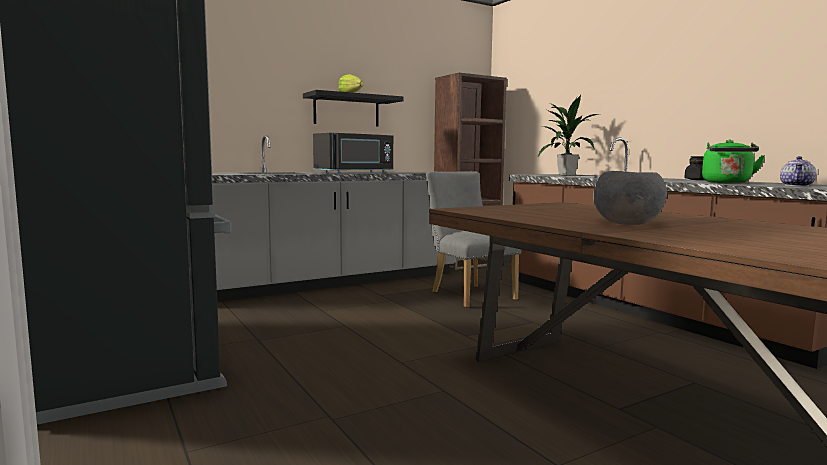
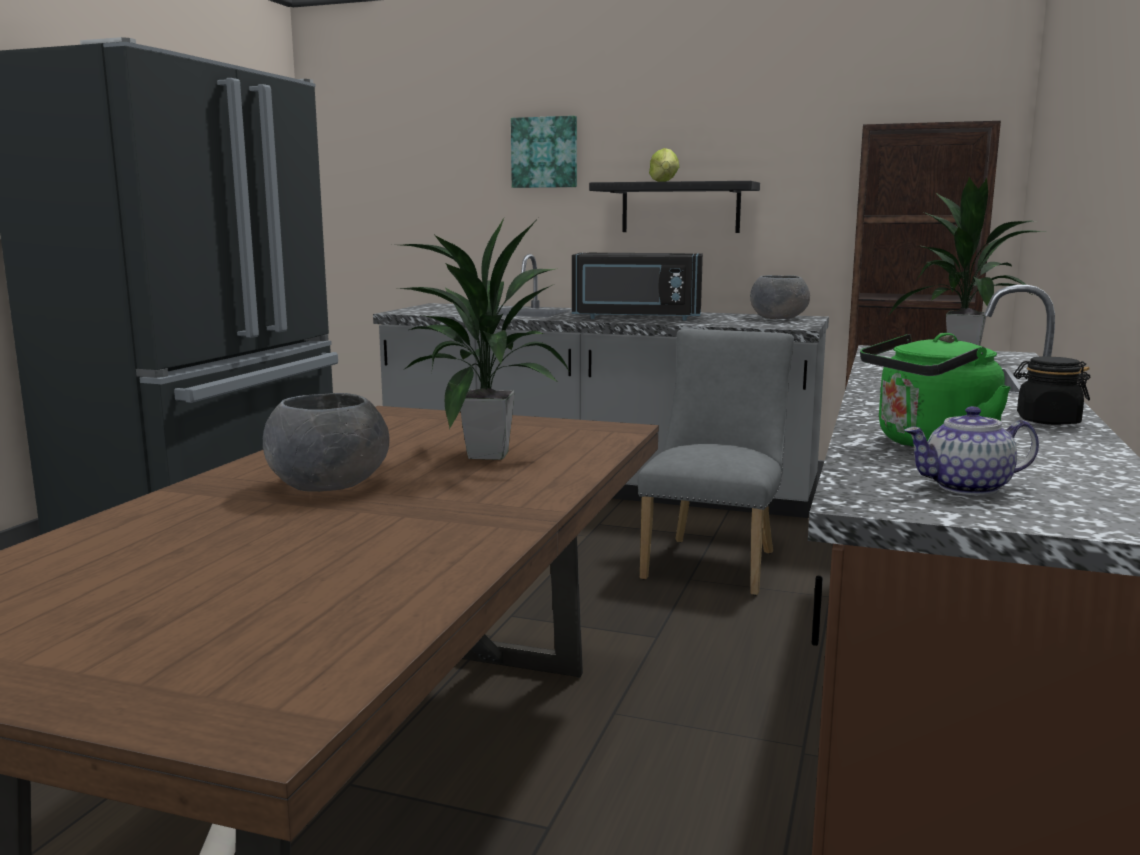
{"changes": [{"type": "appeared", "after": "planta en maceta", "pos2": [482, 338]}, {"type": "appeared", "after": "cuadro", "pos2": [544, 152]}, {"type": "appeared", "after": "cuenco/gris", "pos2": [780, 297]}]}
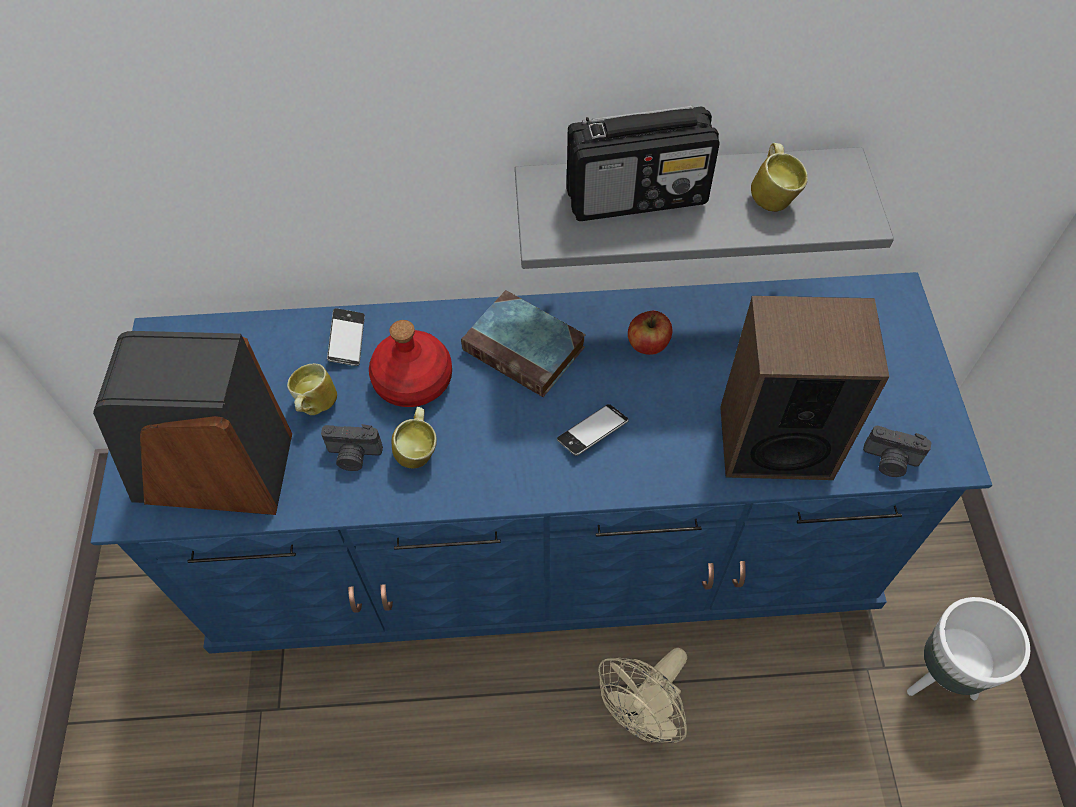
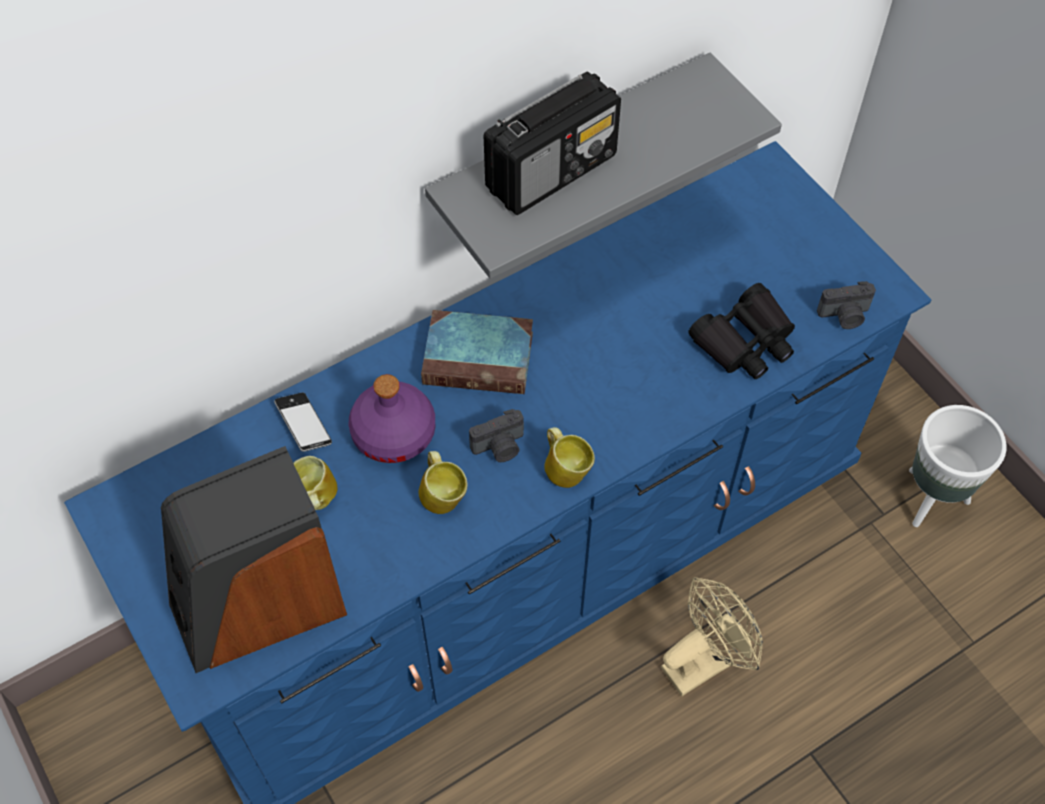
{"changes": [{"type": "colour", "before": "botella/rojo", "after": "botella/morado", "pos1": [410, 363], "pos2": [392, 418]}, {"type": "relocated", "before": "cámara", "pos1": [352, 447], "pos2": [496, 435]}, {"type": "relocated", "before": "taza grande", "pos1": [779, 177], "pos2": [569, 457]}, {"type": "spun", "before": "ventilador/beis", "pos1": [642, 695], "pos2": [712, 636], "turn": -135}, {"type": "exchanged", "before": "altavoz", "after": "prismáticos/negro", "pos1": [804, 388], "pos2": [741, 331]}, {"type": "missing", "before": "móvil", "pos1": [593, 430]}, {"type": "missing", "before": "manzana", "pos1": [650, 333]}]}
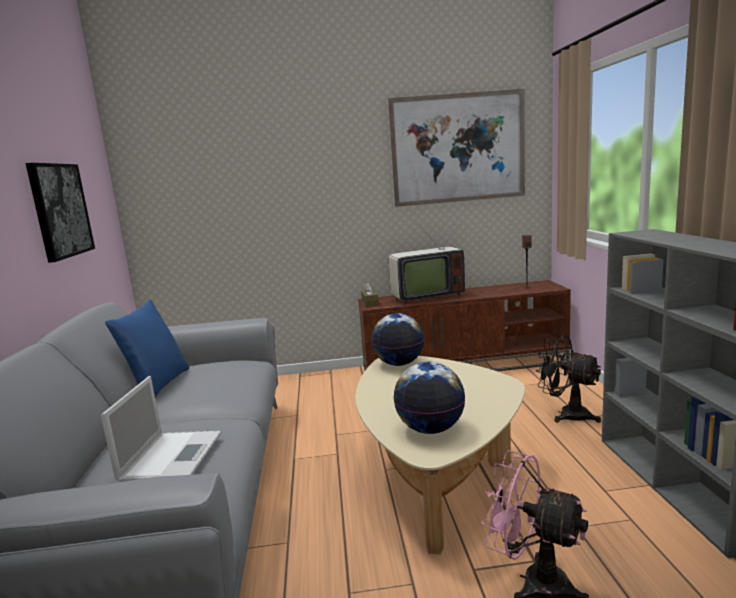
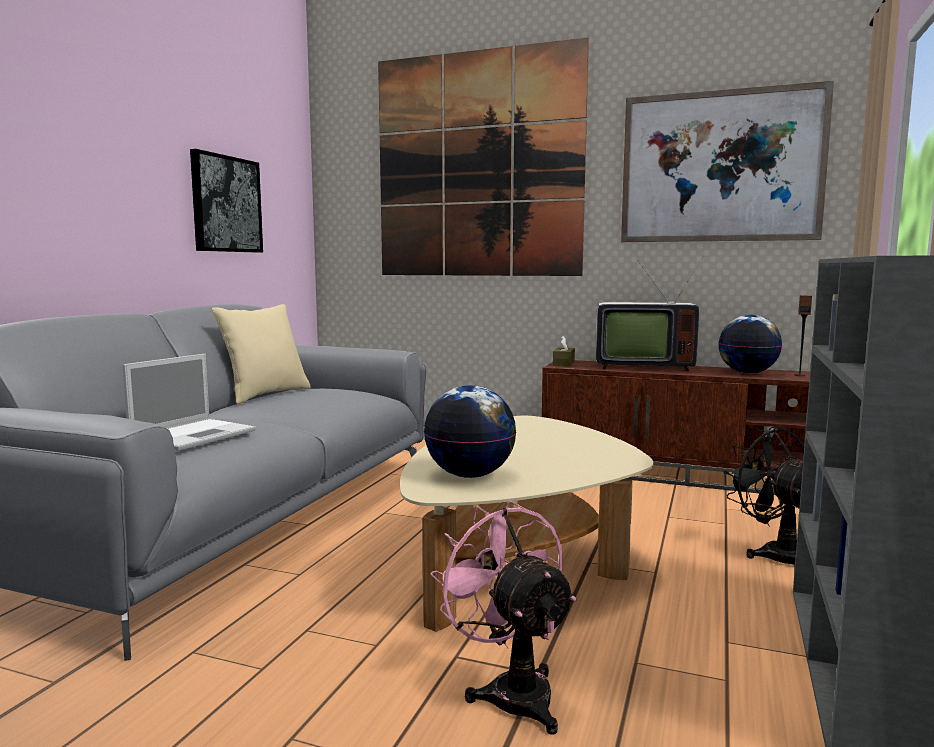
{"changes": [{"type": "colour", "before": "cojín/azul", "after": "cojín/beis", "pos1": [147, 348], "pos2": [261, 354]}, {"type": "appeared", "after": "cuadro", "pos2": [483, 157]}, {"type": "relocated", "before": "globo terráqueo", "pos1": [397, 339], "pos2": [750, 344]}]}
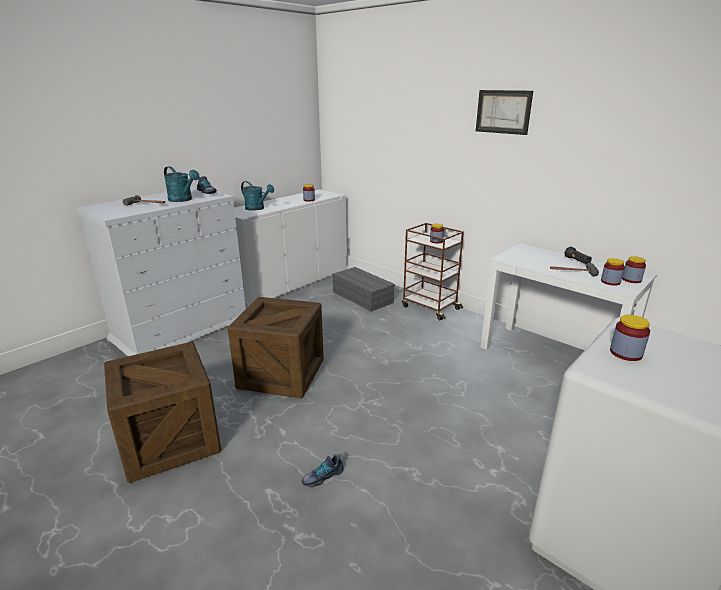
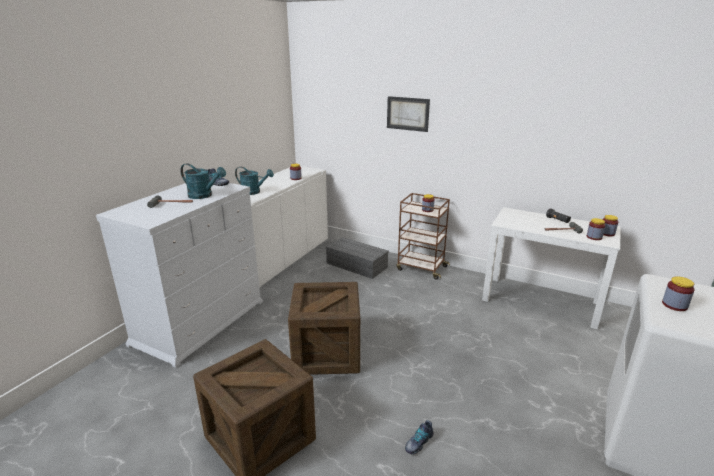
{"changes": [{"type": "relocated", "before": "cuadro", "pos1": [504, 112], "pos2": [408, 114]}]}
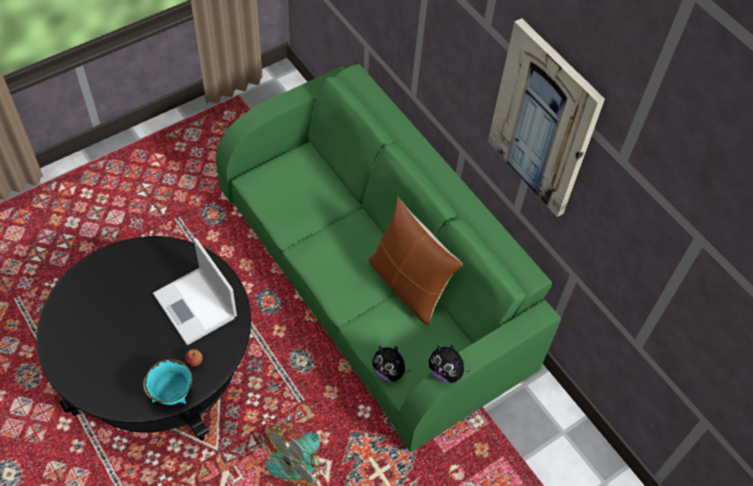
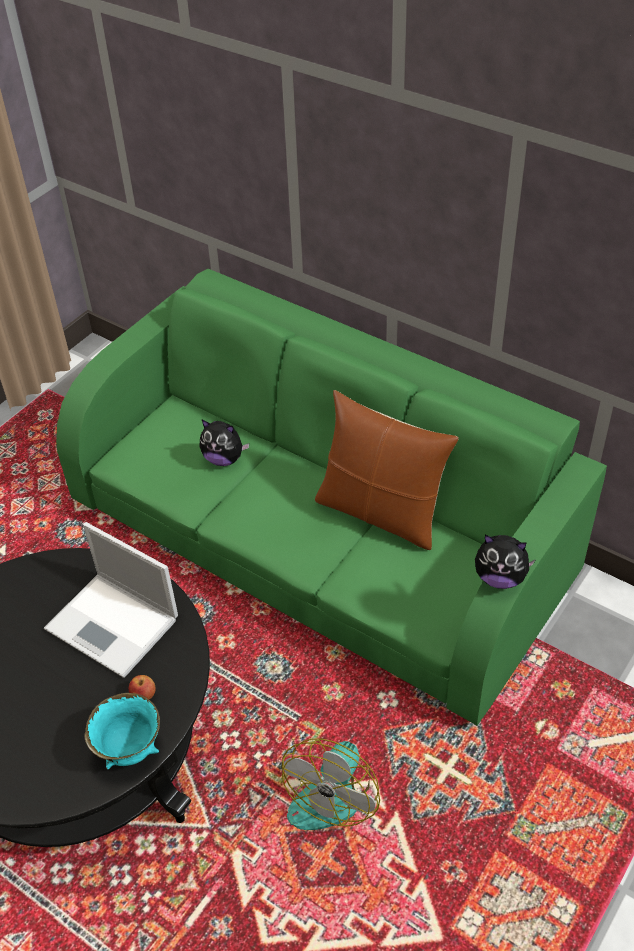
{"changes": [{"type": "relocated", "before": "peluche", "pos1": [392, 364], "pos2": [224, 443]}, {"type": "missing", "before": "cuadro", "pos1": [546, 117]}]}
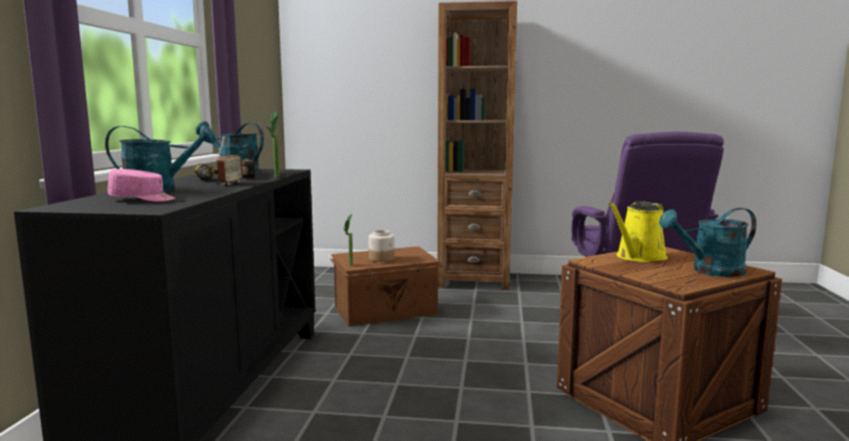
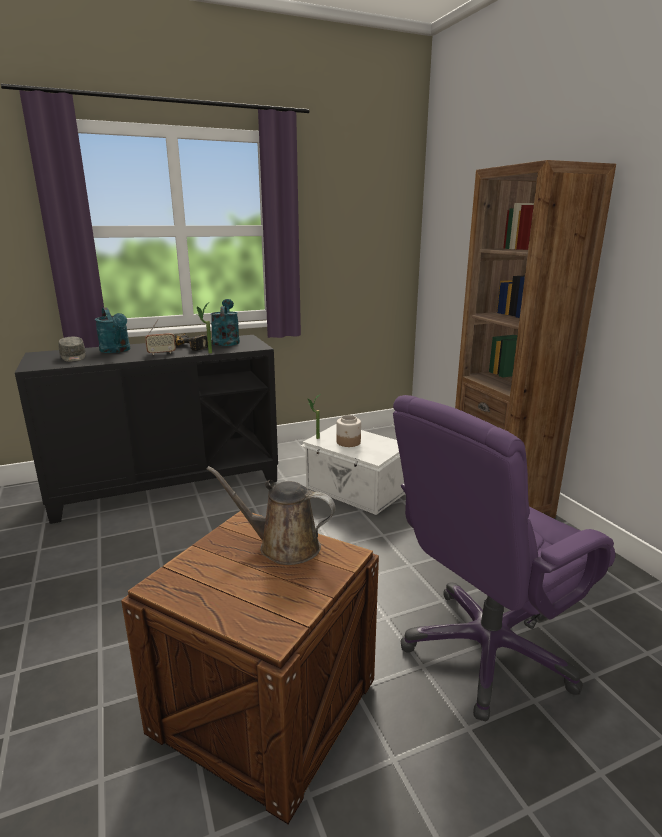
{"changes": [{"type": "colour", "before": "gorra/rosa", "after": "gorra/gris", "pos1": [141, 185], "pos2": [71, 349]}, {"type": "colour", "before": "regadera/amarillo", "after": "regadera/marrón", "pos1": [638, 231], "pos2": [271, 515]}, {"type": "colour", "before": "caja de almacenaje/marrón", "after": "caja de almacenaje/blanco", "pos1": [386, 286], "pos2": [353, 469]}, {"type": "missing", "before": "regadera/turquesa", "pos1": [707, 242]}]}
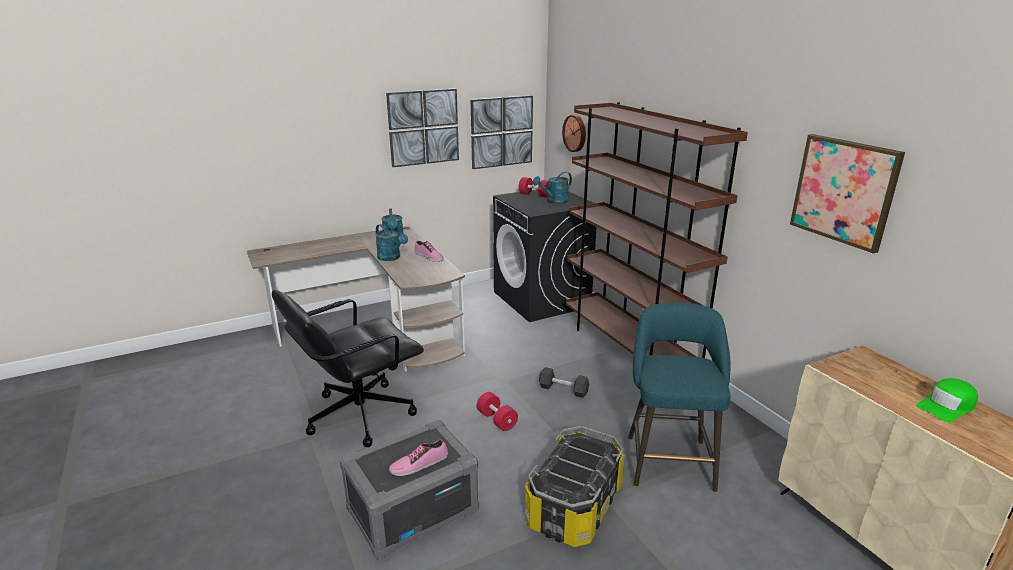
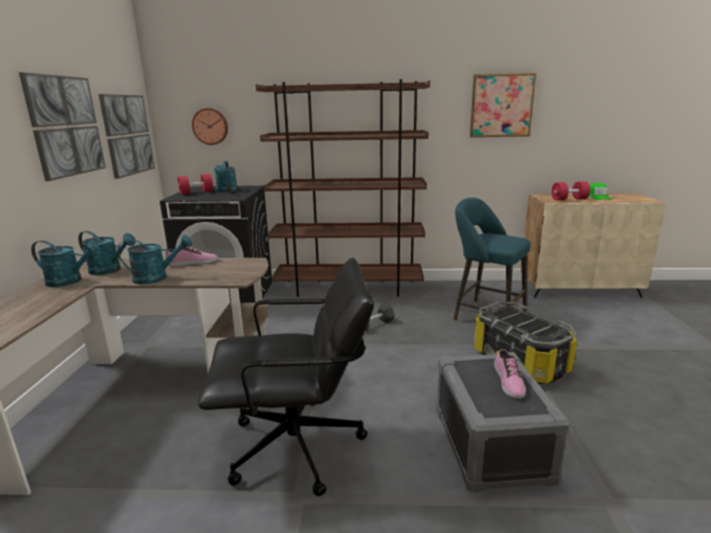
{"changes": [{"type": "appeared", "after": "regadera/turquesa", "pos2": [66, 263]}, {"type": "spun", "before": "silla de oficina/negro", "pos1": [348, 368], "pos2": [286, 377], "turn": -90}, {"type": "relocated", "before": "mancuerna/rojo", "pos1": [497, 411], "pos2": [570, 191]}]}
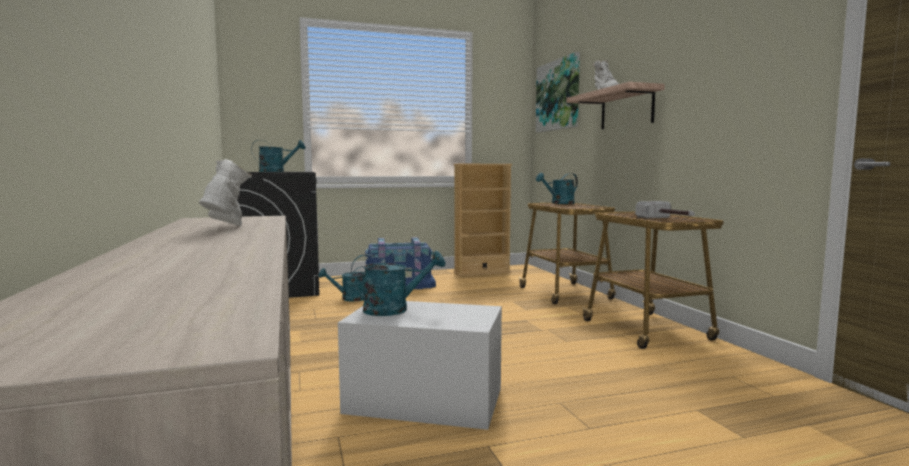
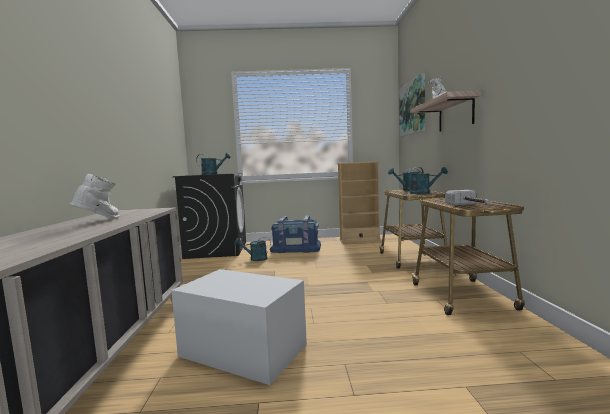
{"changes": [{"type": "relocated", "before": "regadera/turquesa", "pos1": [398, 283], "pos2": [426, 180]}]}
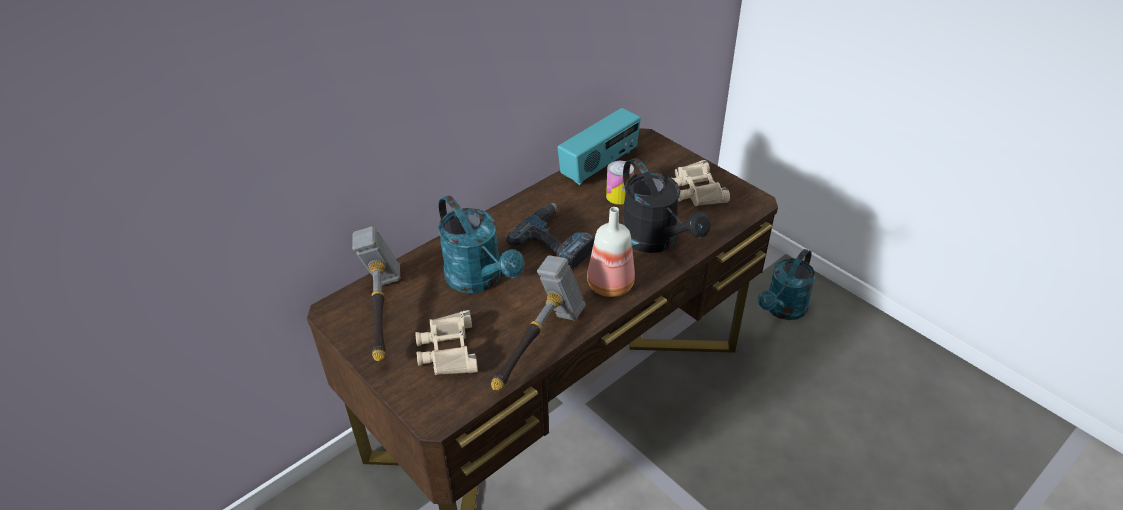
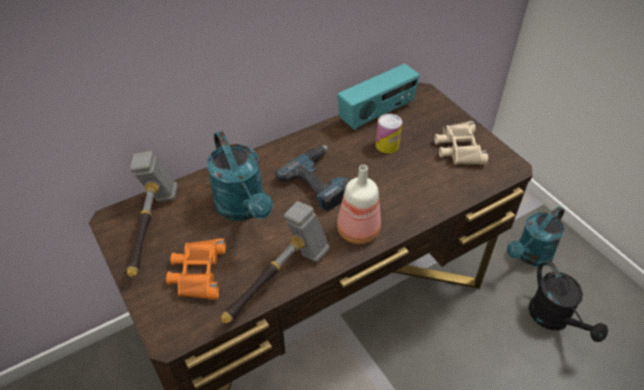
{"changes": [{"type": "colour", "before": "prismáticos/beis", "after": "prismáticos/naranja", "pos1": [446, 342], "pos2": [196, 269]}, {"type": "relocated", "before": "regadera/negro", "pos1": [667, 205], "pos2": [568, 301]}]}
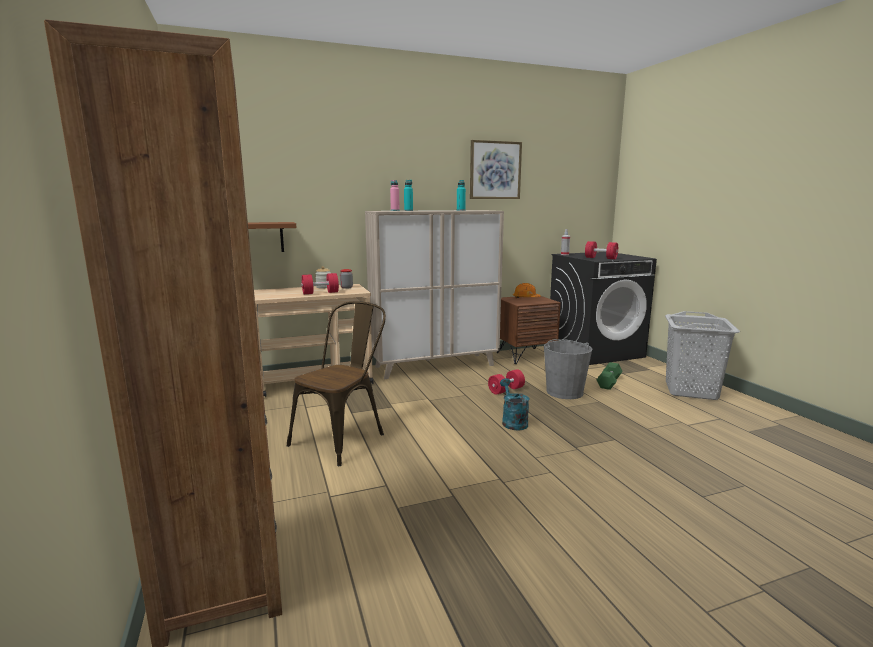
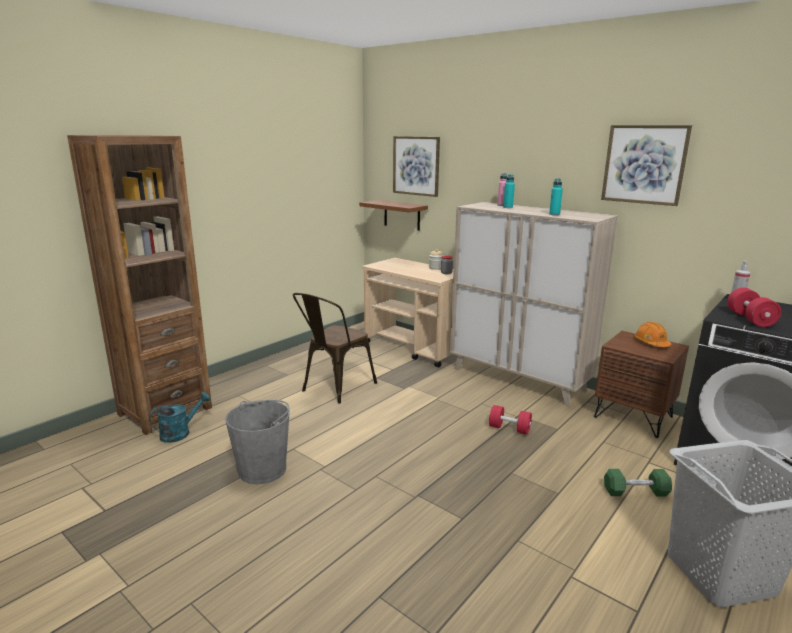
{"changes": [{"type": "relocated", "before": "regadera/turquesa", "pos1": [514, 404], "pos2": [179, 417]}, {"type": "relocated", "before": "cubo/gris", "pos1": [568, 369], "pos2": [257, 442]}, {"type": "spun", "before": "silla/marrón", "pos1": [336, 383], "pos2": [335, 348], "turn": 120}, {"type": "appeared", "after": "cuadro", "pos2": [416, 166]}, {"type": "missing", "before": "mancuerna/rojo", "pos1": [320, 283]}]}
